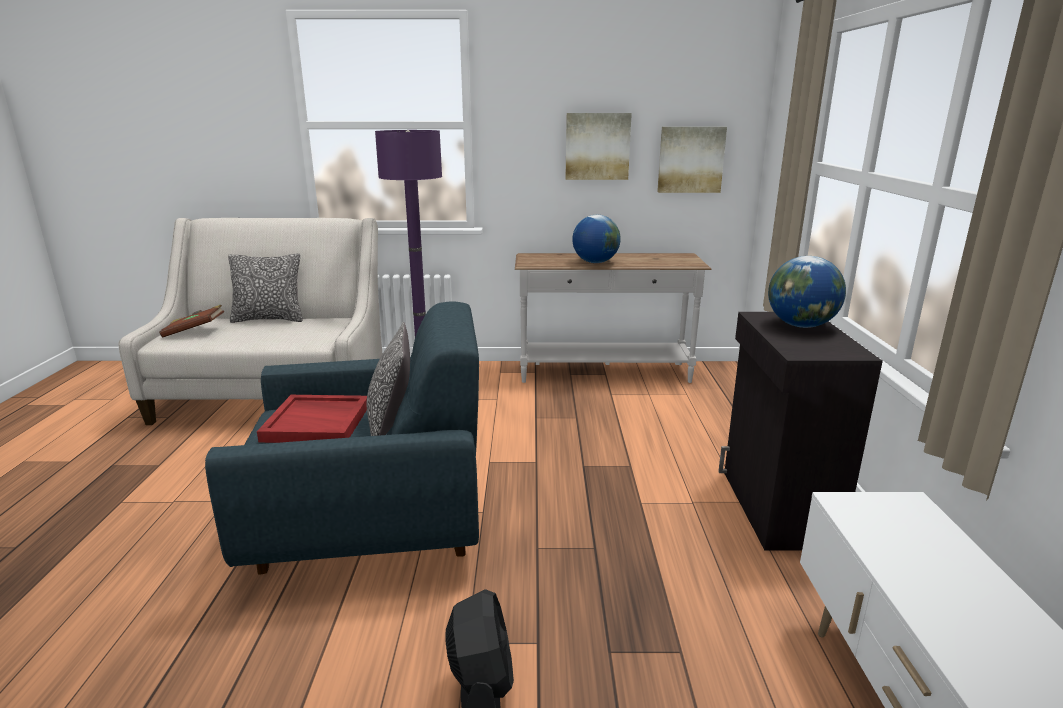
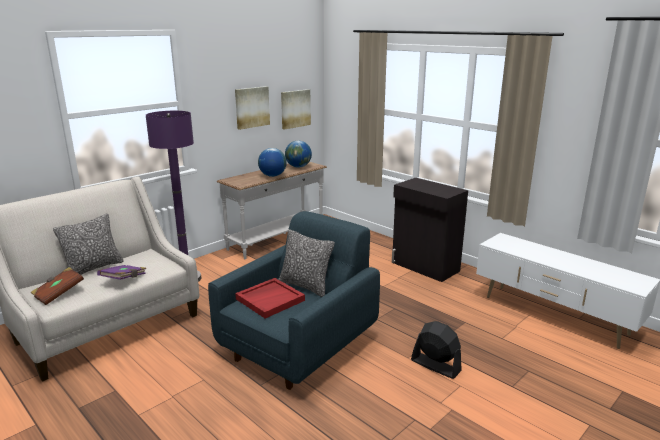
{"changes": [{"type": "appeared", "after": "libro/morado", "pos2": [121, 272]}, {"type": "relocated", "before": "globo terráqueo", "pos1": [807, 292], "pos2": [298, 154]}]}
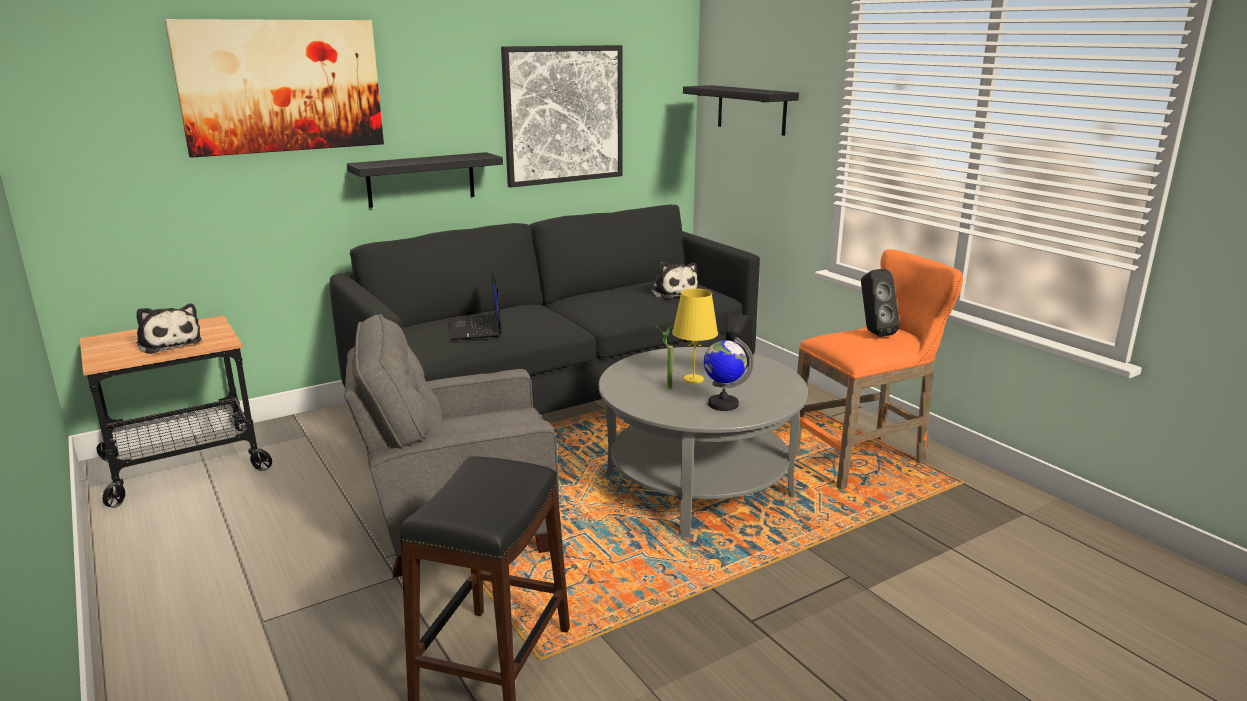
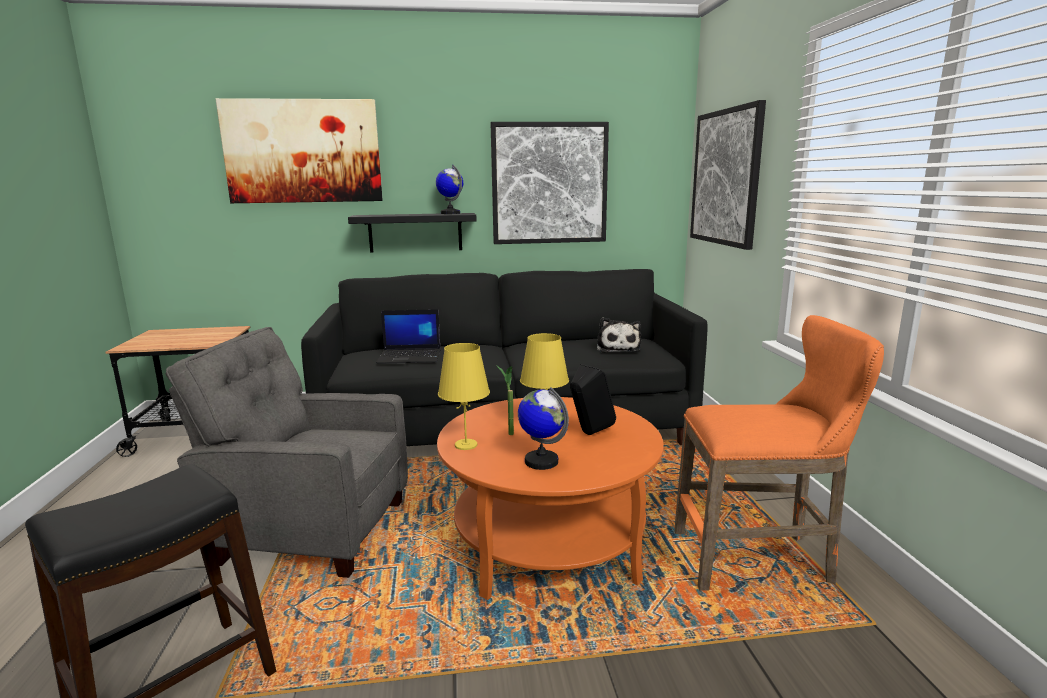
{"changes": [{"type": "spun", "before": "portátil", "pos1": [474, 305], "pos2": [408, 336], "turn": -105}, {"type": "appeared", "after": "globo terráqueo", "pos2": [449, 189]}, {"type": "colour", "before": "mesa de centro/gris", "after": "mesa de centro/naranja", "pos1": [703, 441], "pos2": [550, 498]}, {"type": "appeared", "after": "lámpara de mesa/amarillo", "pos2": [464, 396]}, {"type": "exchanged", "before": "estante/negro", "after": "cuadro", "pos1": [741, 110], "pos2": [728, 175]}, {"type": "missing", "before": "peluche", "pos1": [169, 328]}, {"type": "missing", "before": "altavoz/negro", "pos1": [880, 303]}]}
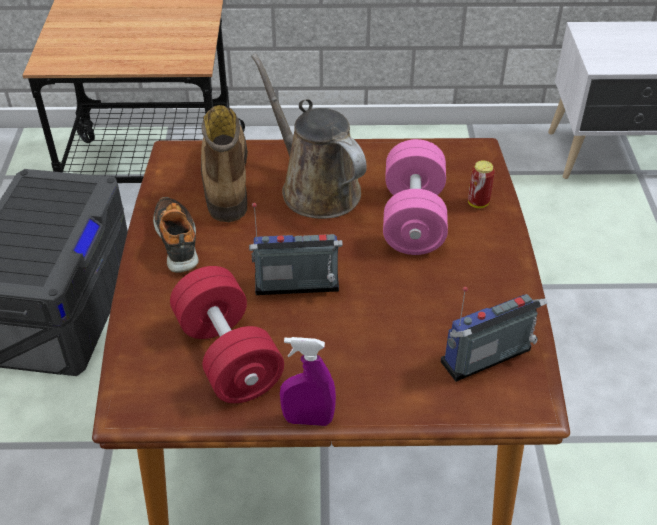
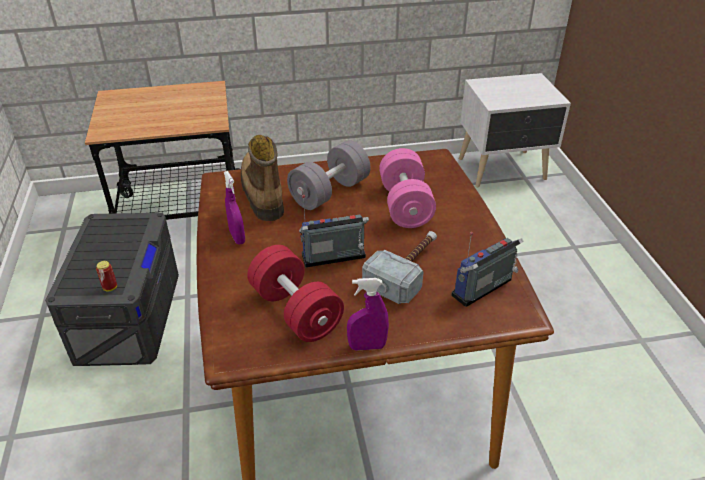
{"changes": [{"type": "relocated", "before": "lata", "pos1": [481, 184], "pos2": [106, 276]}, {"type": "exchanged", "before": "zapato", "after": "pulverizador/morado", "pos1": [176, 235], "pos2": [234, 208]}, {"type": "exchanged", "before": "regadera/marrón", "after": "mancuerna/gris", "pos1": [309, 136], "pos2": [328, 175]}, {"type": "appeared", "after": "martillo", "pos2": [399, 267]}]}
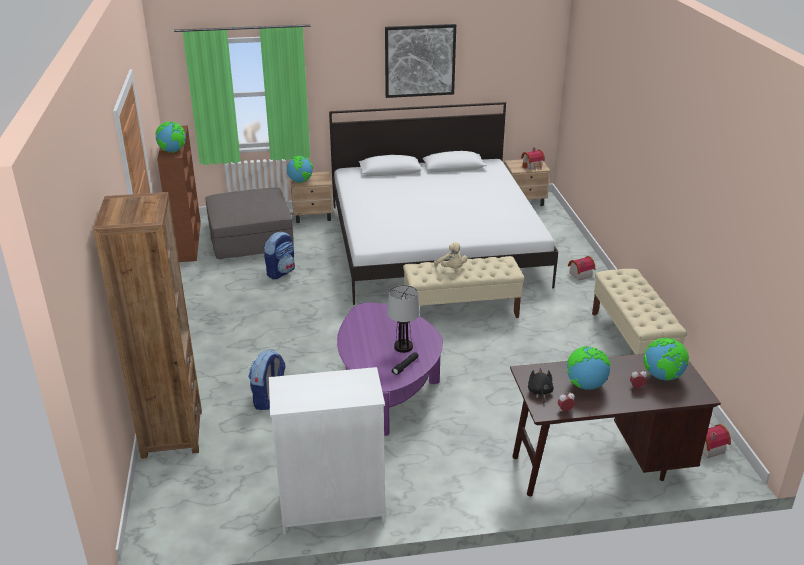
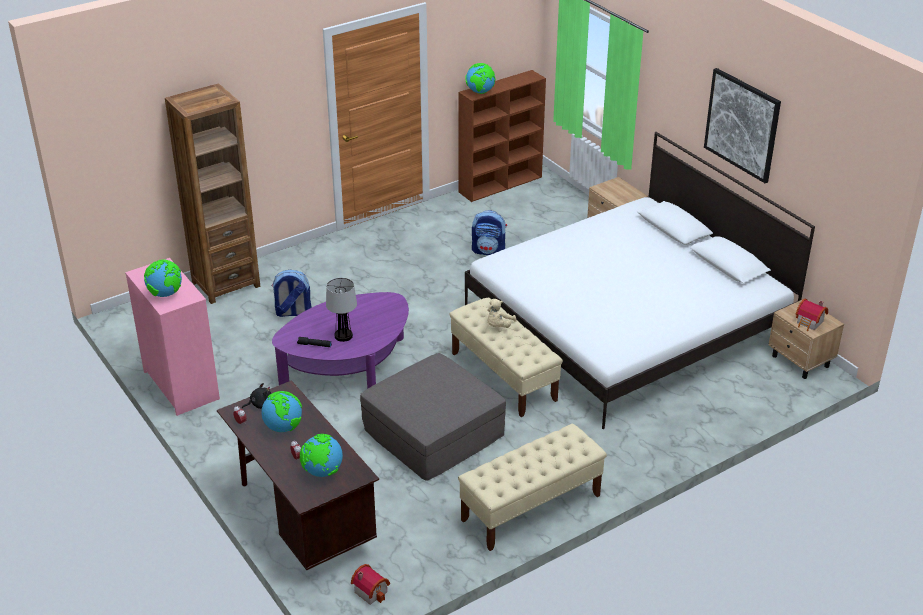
{"changes": [{"type": "colour", "before": "cómoda/blanco", "after": "cómoda/rosa", "pos1": [327, 451], "pos2": [172, 337]}, {"type": "relocated", "before": "globo terráqueo", "pos1": [300, 169], "pos2": [163, 278]}, {"type": "relocated", "before": "puf/gris", "pos1": [249, 223], "pos2": [433, 417]}, {"type": "missing", "before": "casita", "pos1": [581, 268]}]}
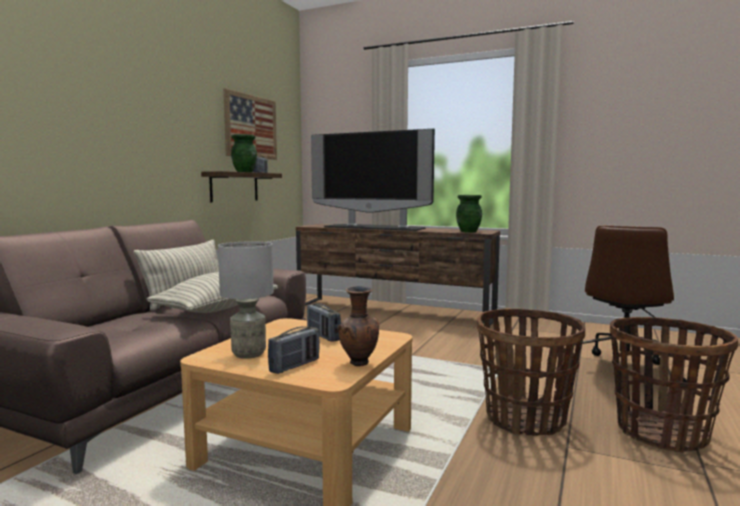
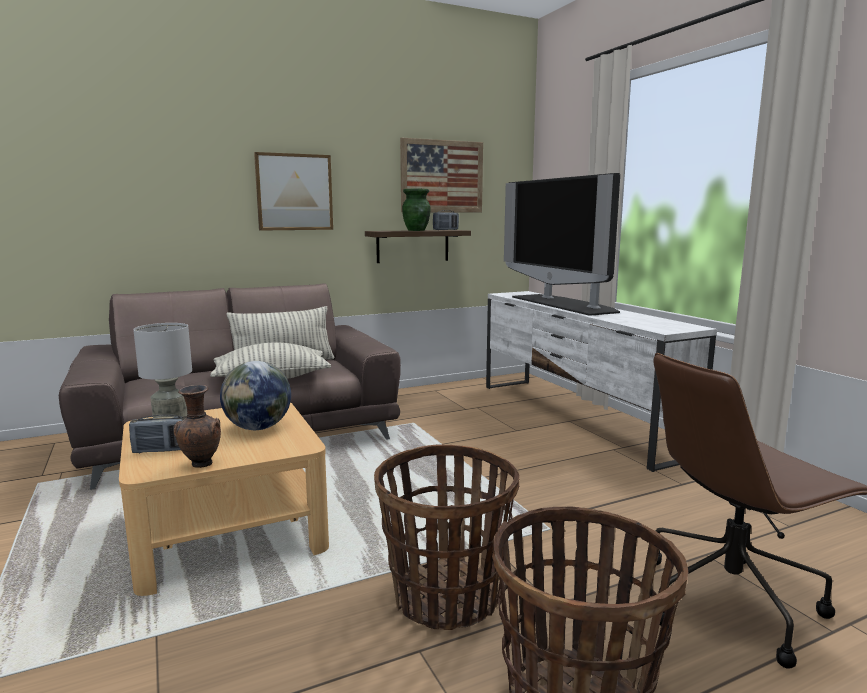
{"changes": [{"type": "exchanged", "before": "radio", "after": "globo terráqueo", "pos1": [324, 322], "pos2": [255, 395]}, {"type": "appeared", "after": "cuadro", "pos2": [293, 191]}, {"type": "colour", "before": "mueble de televisión/marrón", "after": "mueble de televisión/blanco", "pos1": [398, 275], "pos2": [601, 381]}, {"type": "missing", "before": "florero/verde", "pos1": [469, 214]}]}
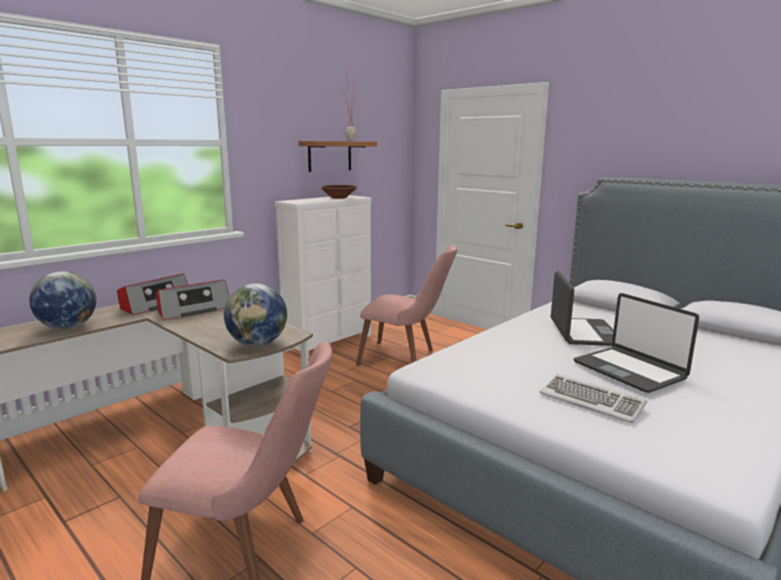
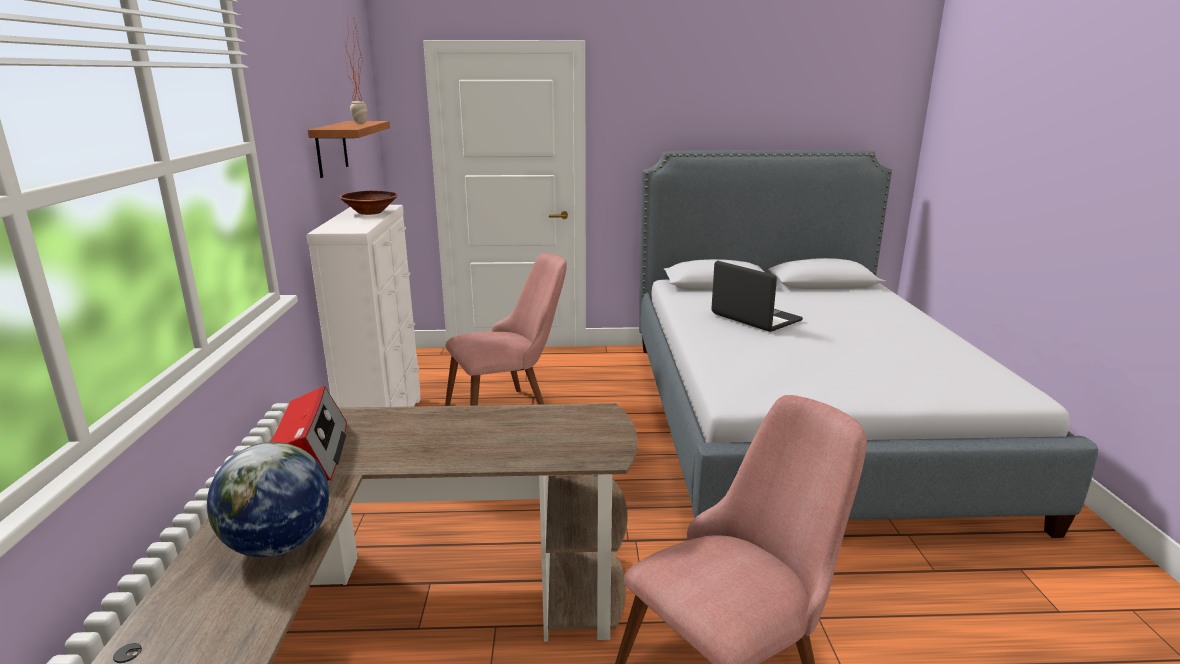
{"changes": [{"type": "missing", "before": "radio", "pos1": [193, 300]}, {"type": "missing", "before": "globo terráqueo", "pos1": [255, 315]}, {"type": "missing", "before": "teclado", "pos1": [593, 398]}, {"type": "missing", "before": "portátil", "pos1": [636, 343]}]}
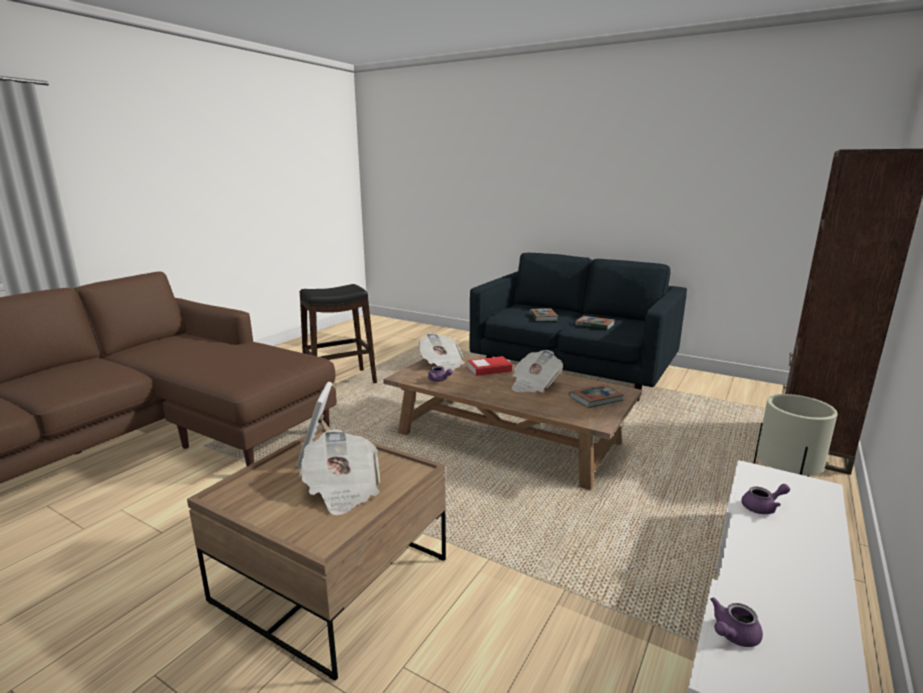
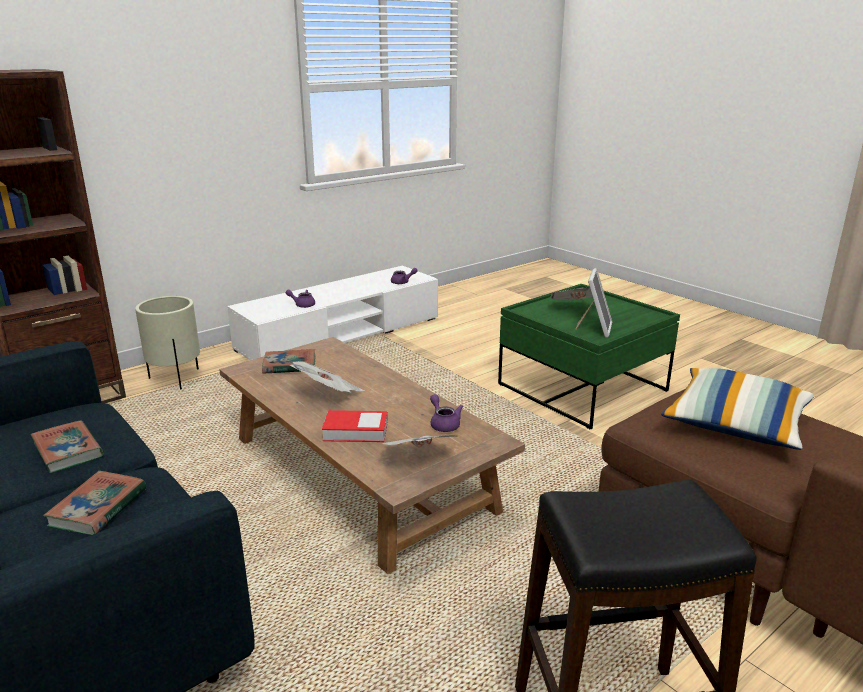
{"changes": [{"type": "colour", "before": "mesa de centro/marrón", "after": "mesa de centro/verde", "pos1": [316, 553], "pos2": [589, 356]}, {"type": "appeared", "after": "cojín", "pos2": [737, 409]}]}
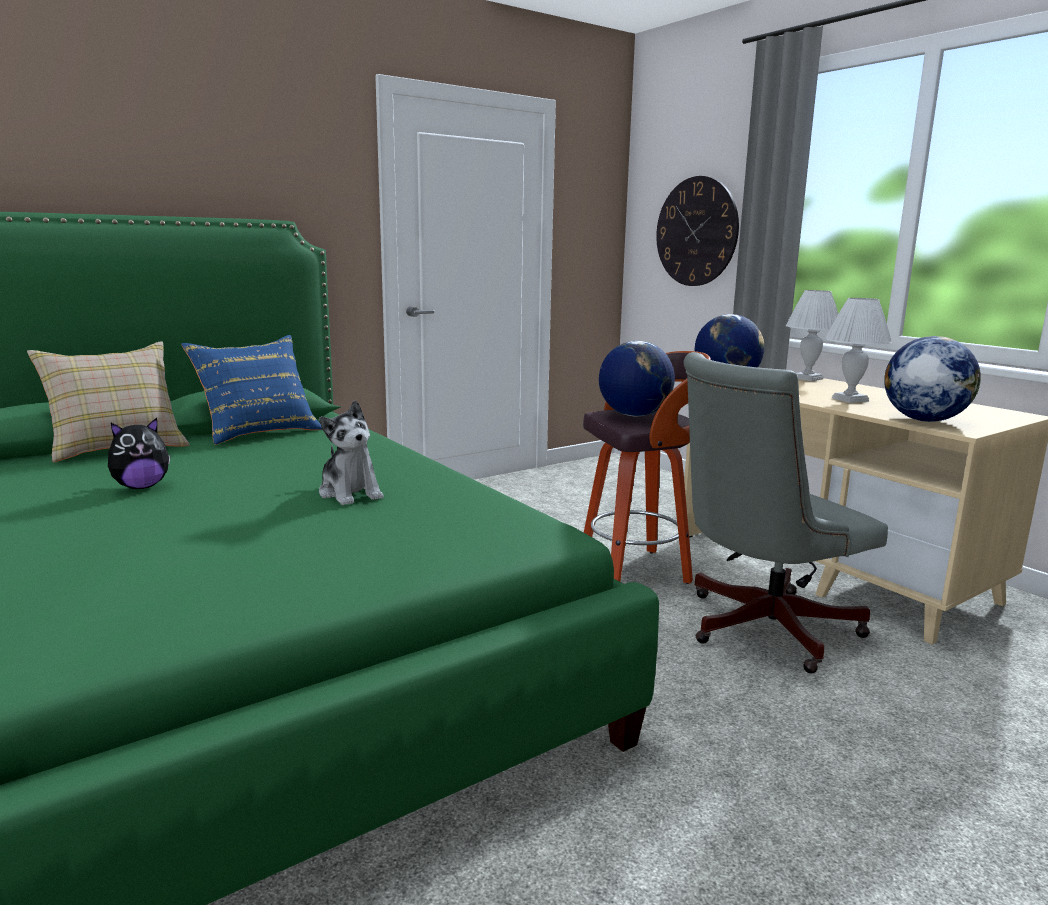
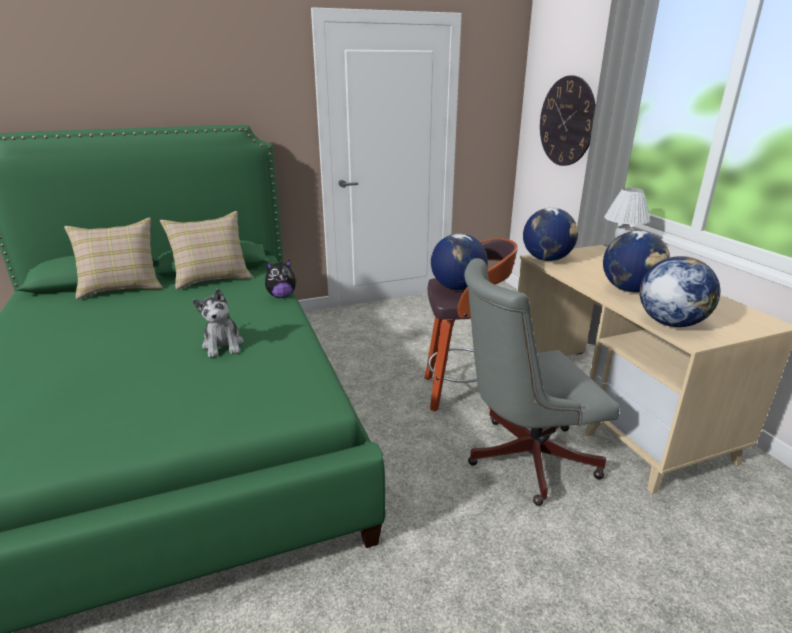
{"changes": [{"type": "colour", "before": "cojín/azul", "after": "cojín/beis", "pos1": [252, 390], "pos2": [206, 250]}, {"type": "relocated", "before": "peluche", "pos1": [139, 453], "pos2": [281, 279]}, {"type": "exchanged", "before": "lámpara de mesa/blanco", "after": "globo terráqueo", "pos1": [858, 350], "pos2": [636, 262]}]}
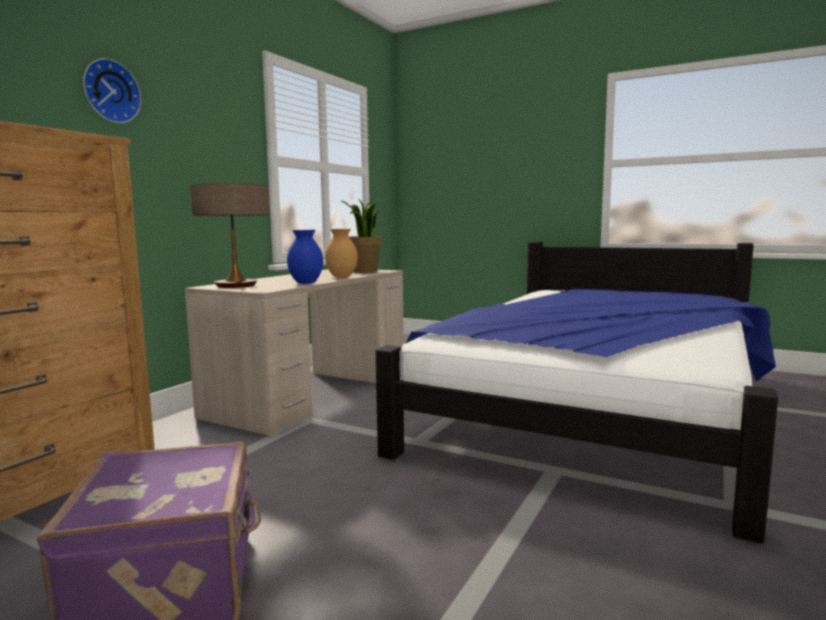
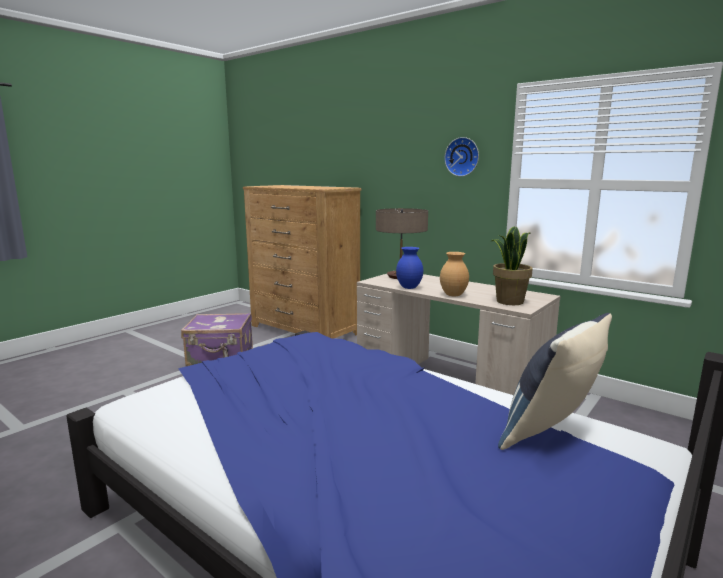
{"changes": [{"type": "relocated", "before": "reloj de pared", "pos1": [112, 90], "pos2": [461, 157]}, {"type": "appeared", "after": "cojín/azul", "pos2": [555, 381]}]}
